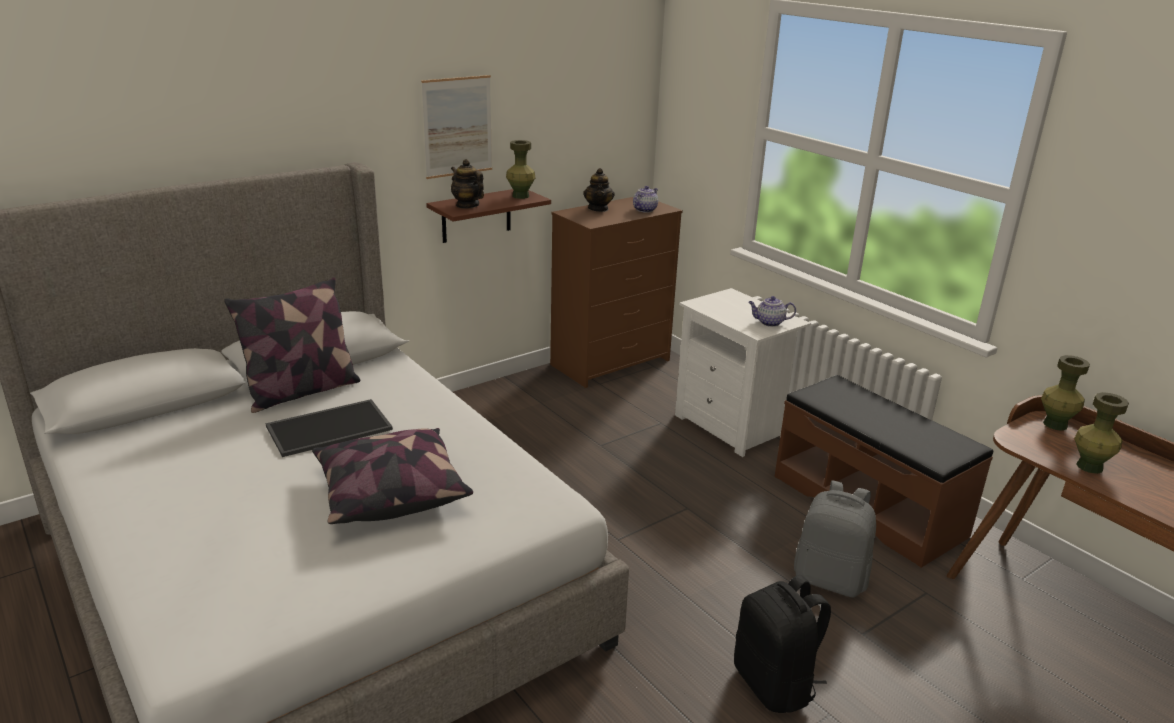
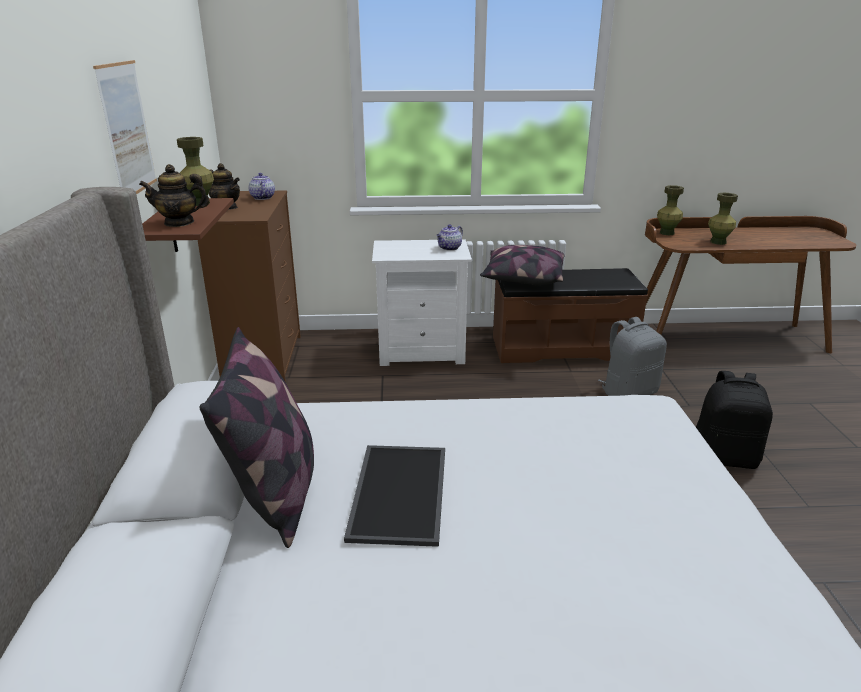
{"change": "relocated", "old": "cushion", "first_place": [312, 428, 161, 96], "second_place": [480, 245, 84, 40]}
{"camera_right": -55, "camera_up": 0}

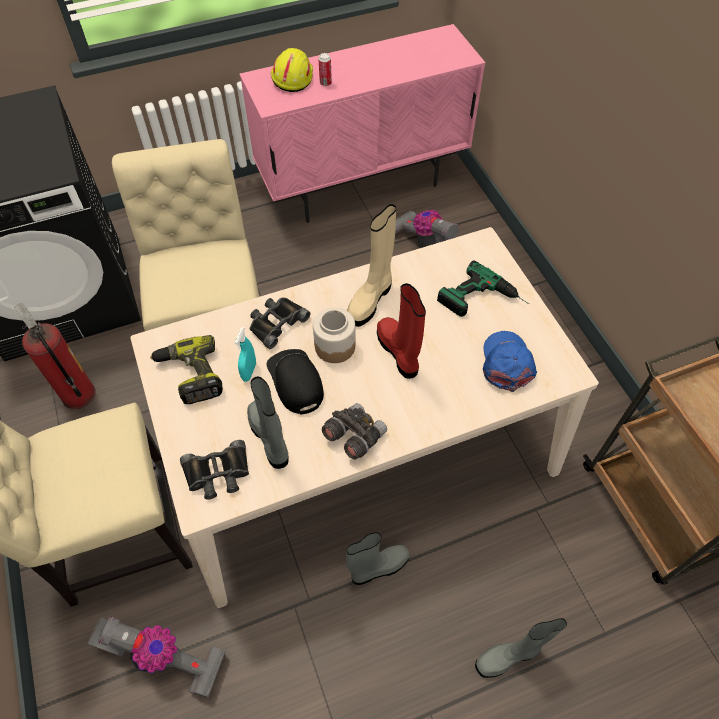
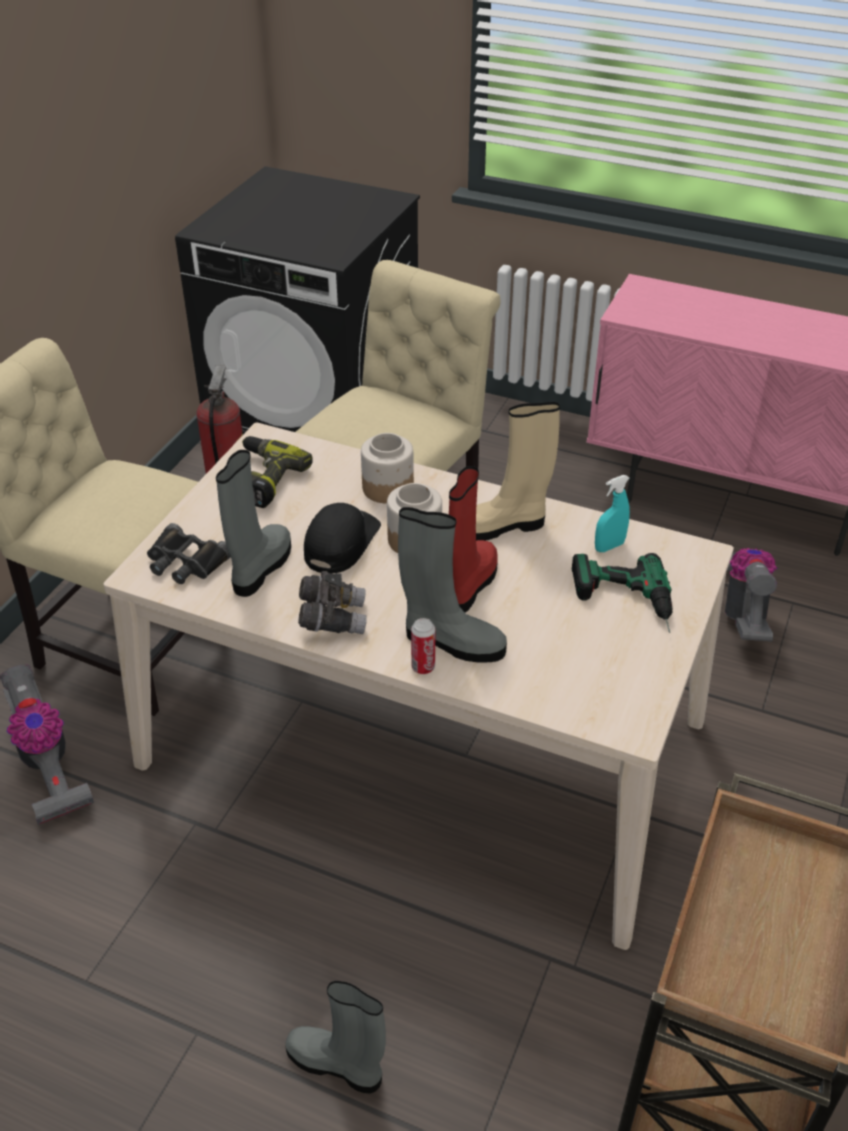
{"change": "relocated", "old": "blue-green spray bottle", "first_place": [235, 327, 21, 55], "second_place": [595, 475, 35, 77]}
{"change": "exchanged", "old": "blackish field glasses", "new": "jar", "first_place": [250, 297, 60, 52], "second_place": [361, 433, 53, 71]}
{"change": "missing", "old": "yellow safety helmet", "first_place": [271, 48, 42, 44]}
{"change": "relocated", "old": "can", "first_place": [319, 53, 13, 33], "second_place": [411, 618, 24, 56]}
{"change": "relocated", "old": "gray boot", "first_place": [346, 532, 64, 53], "second_place": [398, 507, 109, 155]}
{"change": "missing", "old": "blue cap", "first_place": [483, 331, 54, 61]}
{"camera_right": 45, "camera_up": -15}

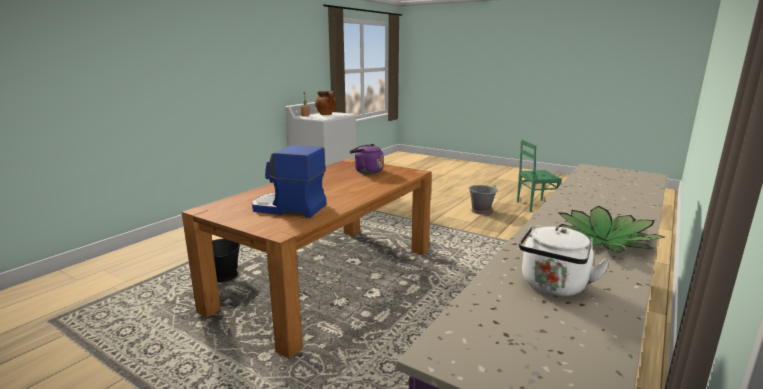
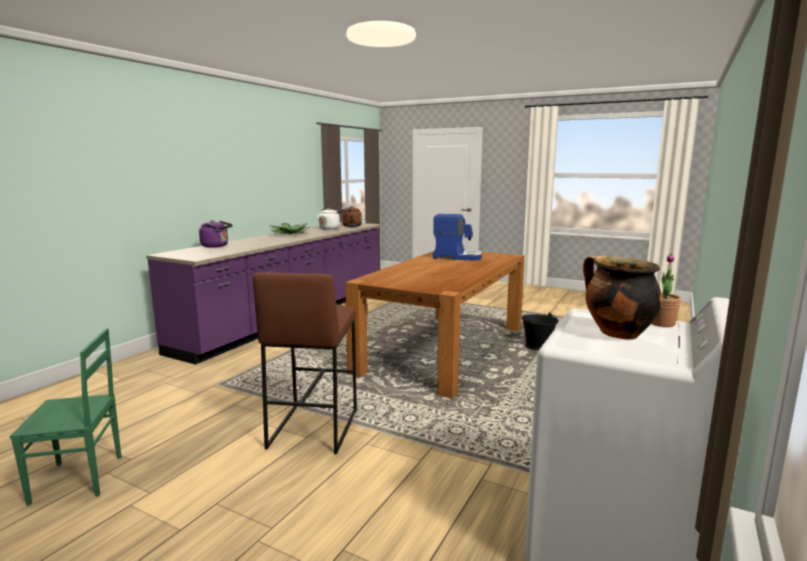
{"change": "relocated", "old": "purple kettle", "first_place": [350, 144, 34, 30], "second_place": [199, 220, 33, 28]}
{"change": "missing", "old": "gray pail", "first_place": [469, 185, 29, 30]}
{"change": "appeared", "new": "brownish sitting stool", "second_place": [253, 273, 104, 181]}
{"change": "appeared", "new": "brownish kettle", "second_place": [340, 207, 22, 20]}
{"camera_right": 175, "camera_up": -5}

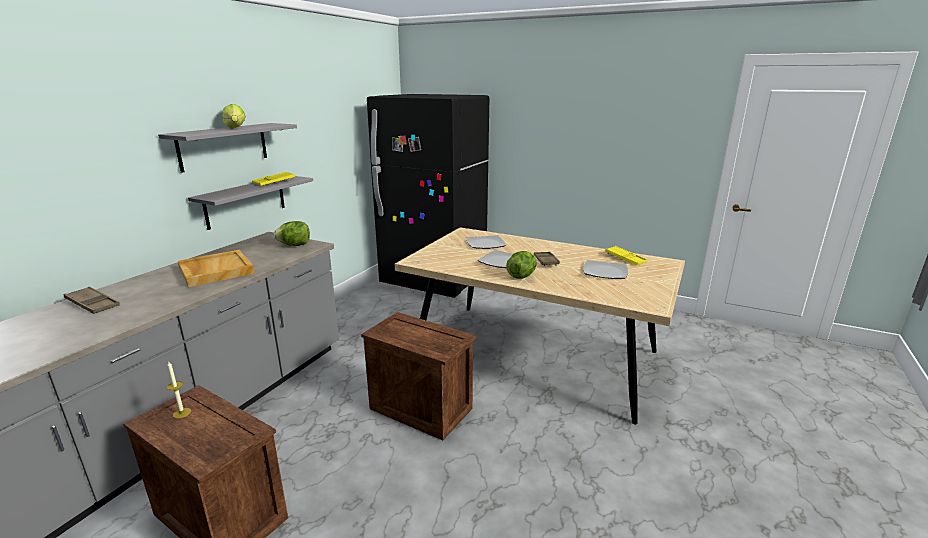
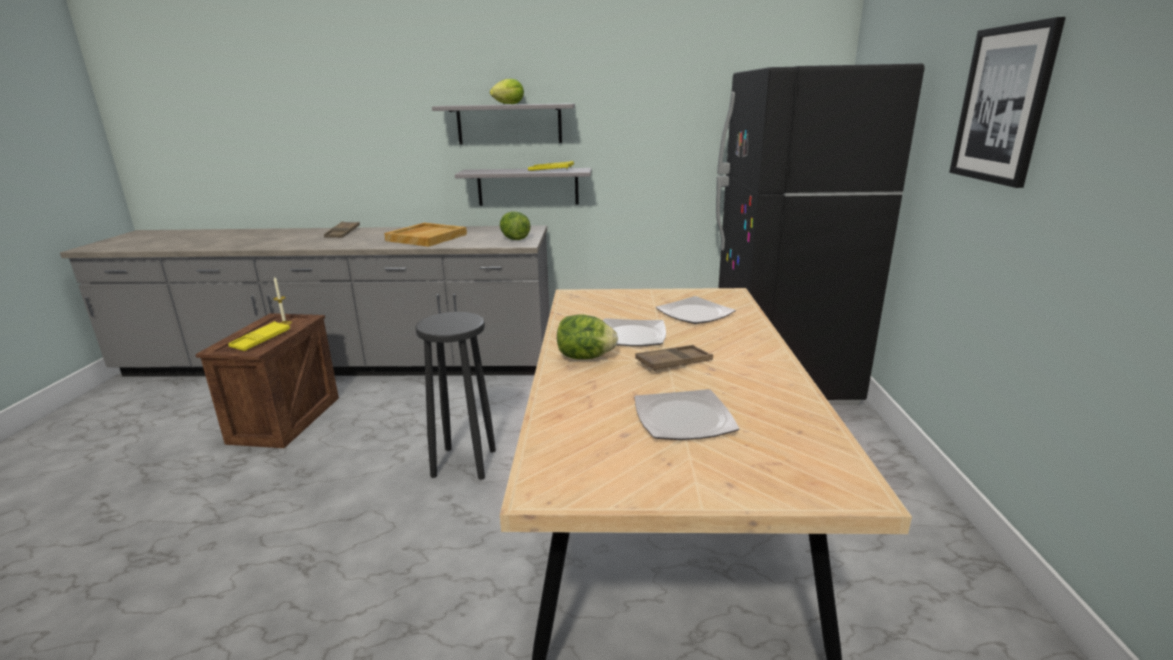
{"change": "exchanged", "old": "packing crate", "new": "blackish sitting stool", "first_place": [361, 312, 116, 128], "second_place": [415, 312, 81, 168]}
{"change": "relocated", "old": "yellow serving tray", "first_place": [605, 246, 43, 19], "second_place": [228, 321, 62, 30]}
{"change": "appeared", "new": "picture", "second_place": [949, 17, 117, 171]}
{"camera_right": 65, "camera_up": 0}

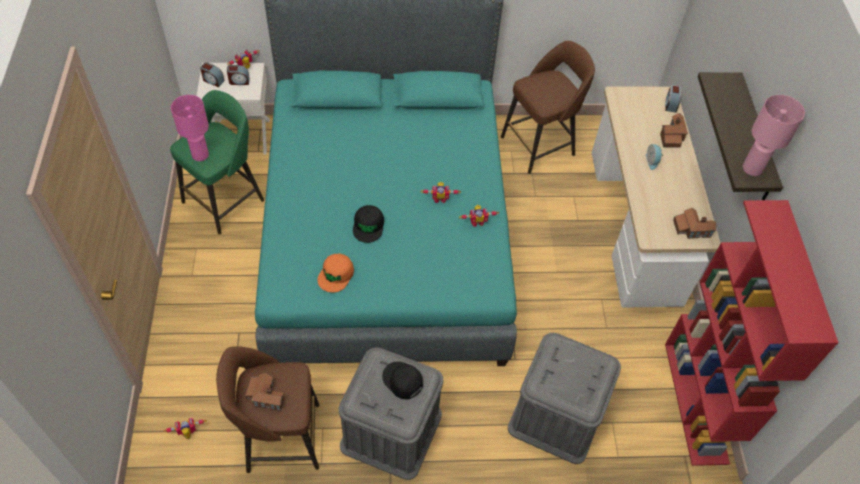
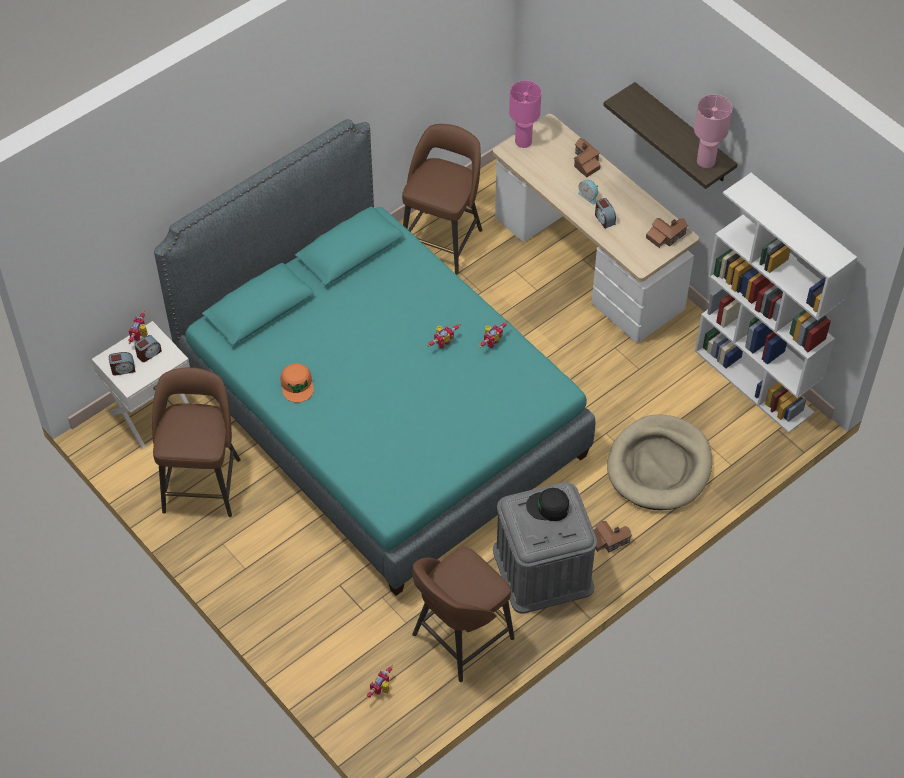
{"change": "colour", "old": "green sitting stool", "new": "brownish sitting stool", "first_place": [170, 90, 94, 144], "second_place": [152, 367, 88, 150]}
{"change": "relocated", "old": "pink-coloured tabletop lamp", "first_place": [171, 95, 38, 66], "second_place": [509, 81, 32, 67]}
{"change": "relocated", "old": "miniature house", "first_place": [245, 373, 39, 38], "second_place": [594, 521, 38, 31]}
{"change": "relocated", "old": "orange-coloured cap", "first_place": [317, 253, 37, 40], "second_place": [280, 363, 34, 40]}
{"change": "missing", "old": "blackish cap", "first_place": [353, 205, 31, 38]}
{"change": "exchanged", "old": "gray storage box", "new": "sand-coloured dog cushion", "first_place": [508, 333, 113, 131], "second_place": [607, 414, 105, 96]}
{"change": "relocated", "old": "alarm clock", "first_place": [665, 85, 16, 28], "second_place": [595, 198, 21, 31]}
{"change": "colour", "old": "reddish shelving unit", "new": "whitish shelving unit", "first_place": [665, 200, 174, 266], "second_place": [695, 173, 162, 260]}
{"camera_right": -35, "camera_up": 0}

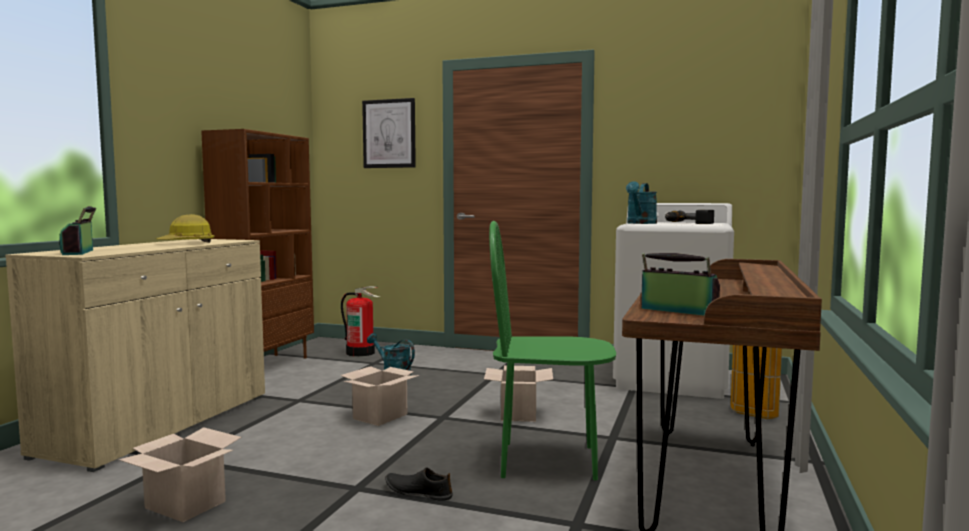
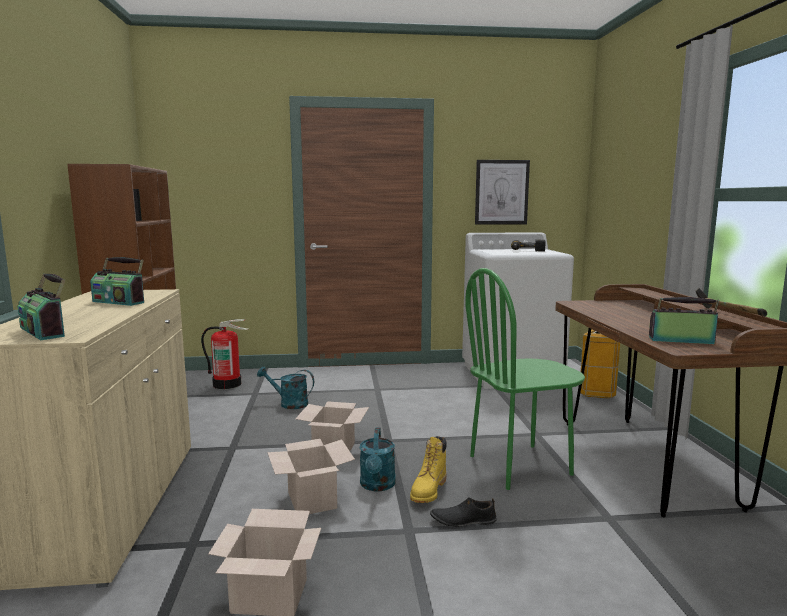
{"change": "exchanged", "old": "safety helmet", "new": "radio set", "first_place": [156, 214, 58, 29], "second_place": [90, 257, 54, 49]}
{"change": "relocated", "old": "picture", "first_place": [362, 98, 54, 70], "second_place": [475, 160, 55, 65]}
{"change": "relocated", "old": "cardboard box", "first_place": [484, 366, 69, 56], "second_place": [268, 439, 87, 75]}
{"change": "relocated", "old": "blue-green watering can", "first_place": [626, 181, 31, 43], "second_place": [360, 427, 36, 65]}
{"change": "appeared", "new": "yellow boot", "second_place": [410, 436, 37, 67]}
{"change": "appeared", "new": "hand hammer", "second_place": [695, 288, 72, 29]}
{"camera_right": -25, "camera_up": 5}

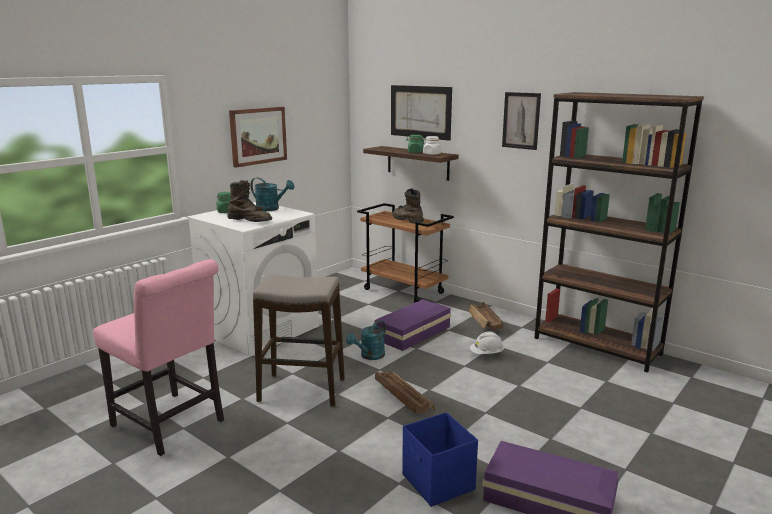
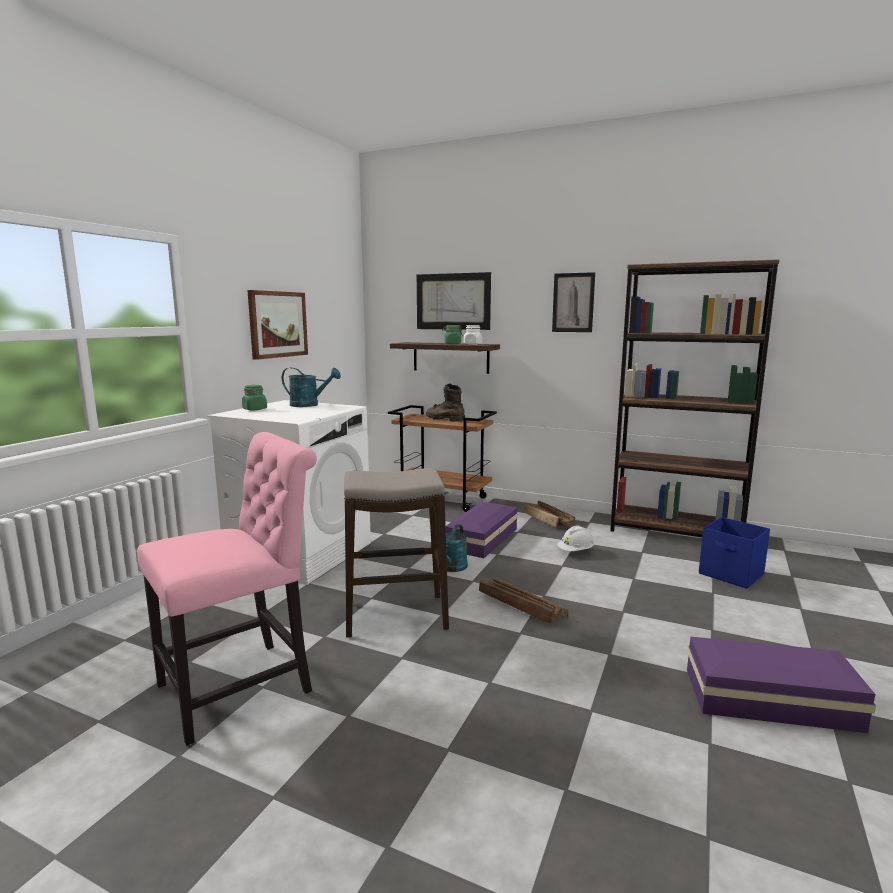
{"change": "spun", "old": "pink-coloured upright chair", "first_place": [93, 259, 131, 197], "second_place": [137, 432, 180, 314], "degrees": -60}
{"change": "missing", "old": "brownish boot", "first_place": [228, 180, 44, 42]}
{"change": "relocated", "old": "blue storage box", "first_place": [402, 412, 76, 95], "second_place": [699, 517, 71, 72]}
{"camera_right": -15, "camera_up": -5}

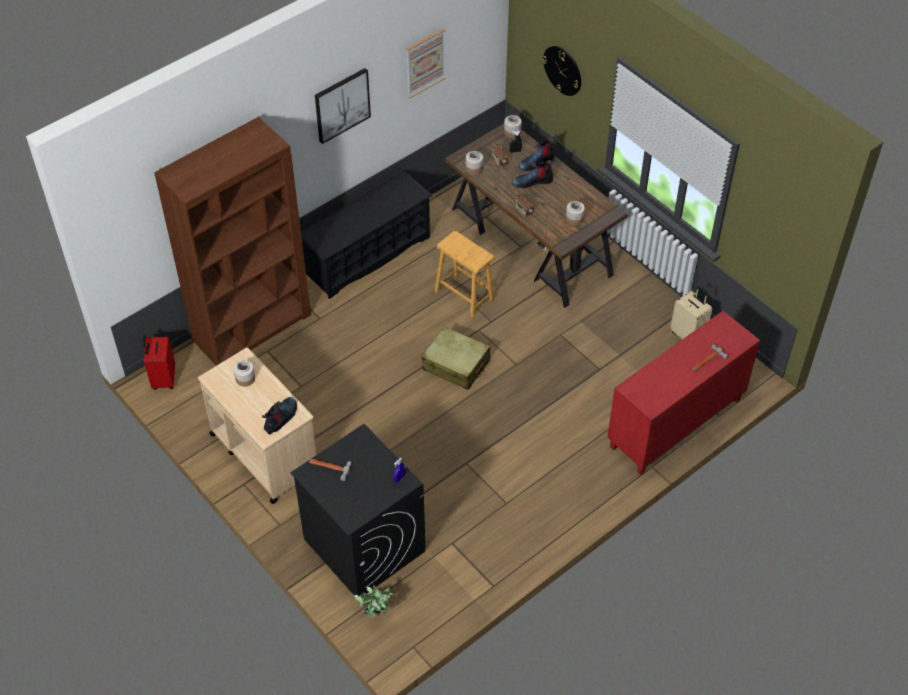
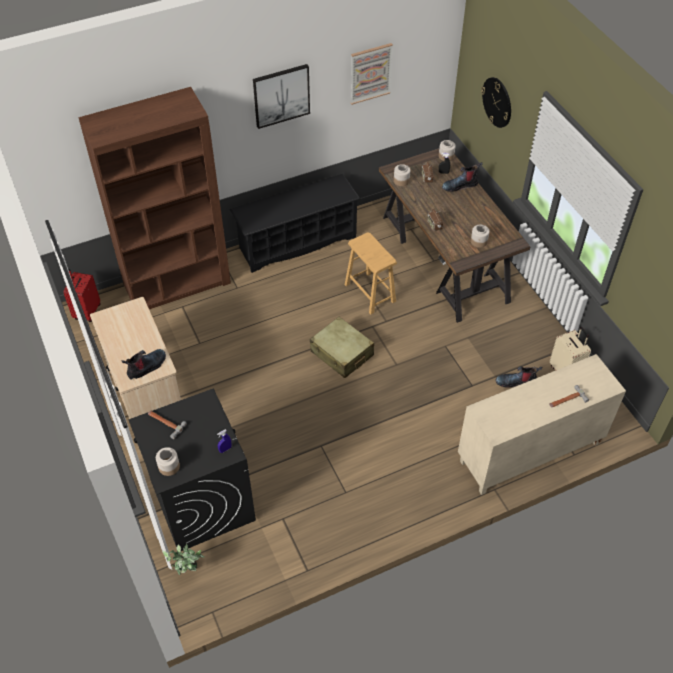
{"change": "relocated", "old": "jar", "first_place": [234, 360, 21, 27], "second_place": [156, 447, 24, 29]}
{"change": "relocated", "old": "boot", "first_place": [512, 158, 44, 30], "second_place": [495, 366, 47, 21]}
{"change": "colour", "old": "reddish cupboard", "new": "sand-coloured cupboard", "first_place": [607, 311, 153, 164], "second_place": [458, 354, 168, 141]}
{"camera_right": 15, "camera_up": 0}

